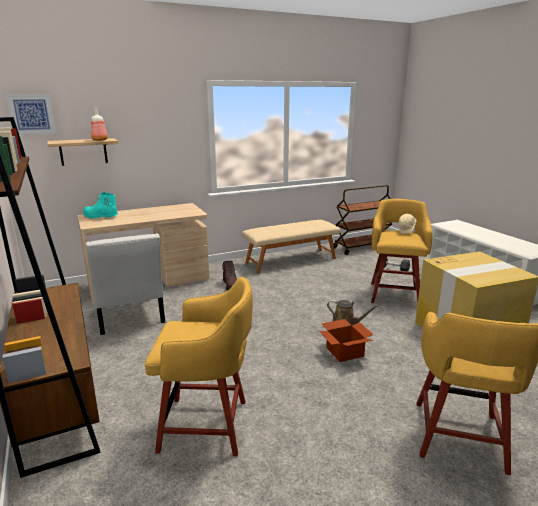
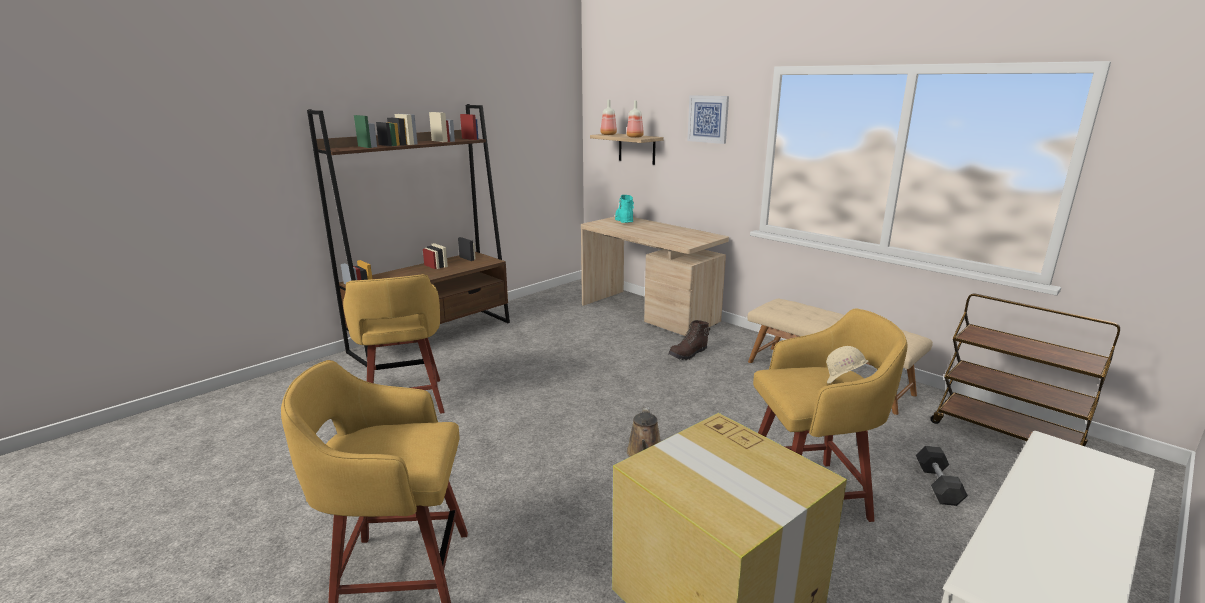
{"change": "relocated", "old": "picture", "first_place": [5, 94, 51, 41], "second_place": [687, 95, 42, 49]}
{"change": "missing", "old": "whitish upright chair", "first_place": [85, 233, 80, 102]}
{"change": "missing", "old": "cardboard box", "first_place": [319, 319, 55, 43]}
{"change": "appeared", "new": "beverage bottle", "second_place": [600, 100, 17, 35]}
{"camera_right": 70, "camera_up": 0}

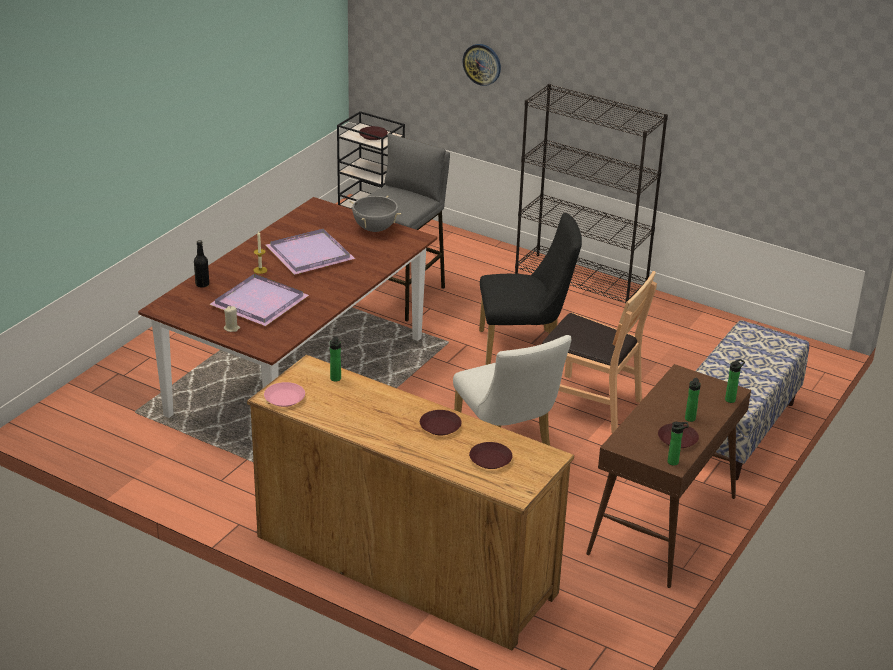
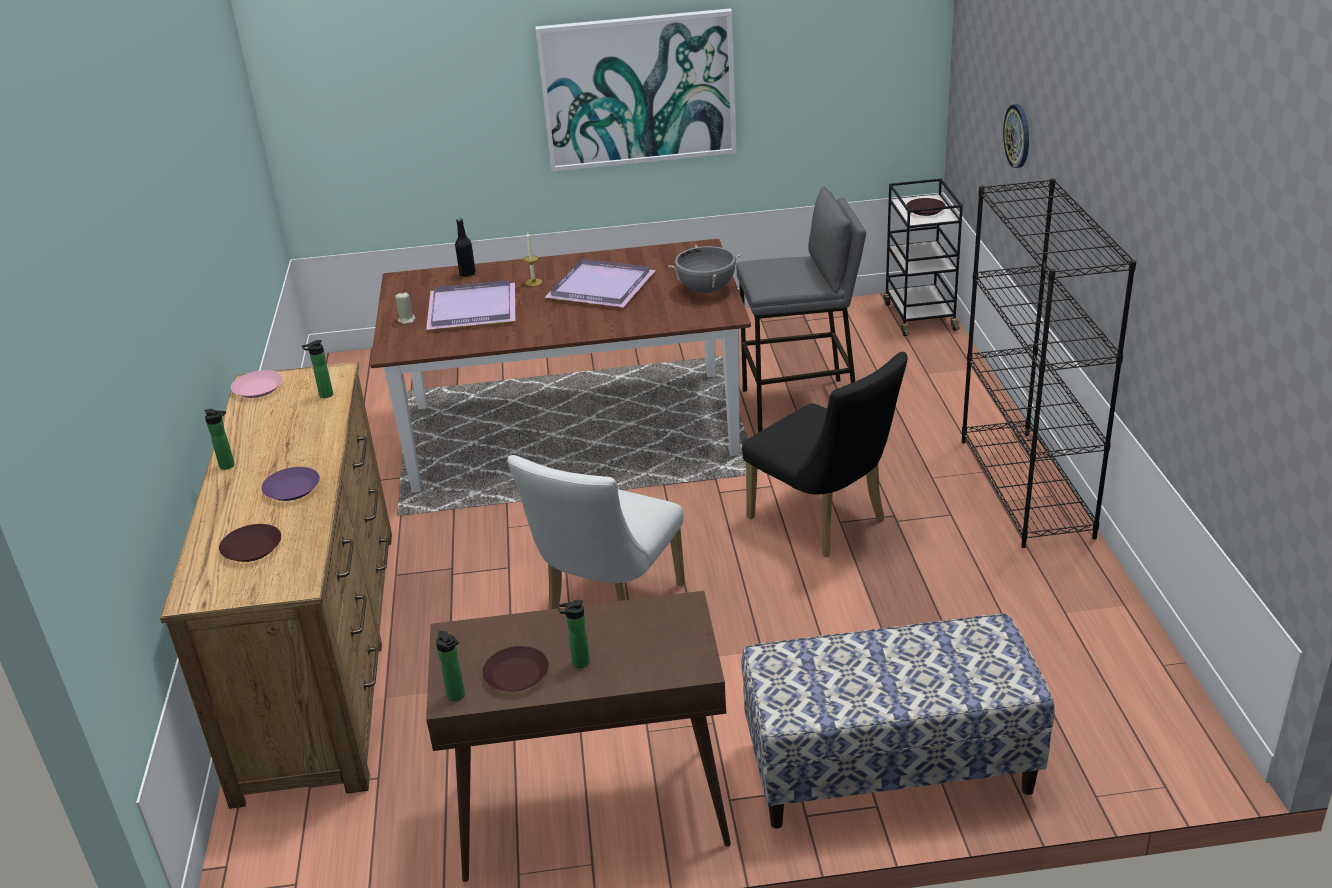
{"change": "colour", "old": "brownish plate", "new": "purple plate", "first_place": [420, 410, 42, 25], "second_place": [261, 467, 59, 34]}
{"change": "missing", "old": "brownish upright chair", "first_place": [542, 271, 115, 162]}
{"change": "relocated", "old": "beverage bottle", "first_place": [725, 359, 20, 44], "second_place": [204, 409, 30, 61]}
{"change": "appeared", "new": "picture", "second_place": [535, 9, 202, 163]}
{"camera_right": 55, "camera_up": 0}

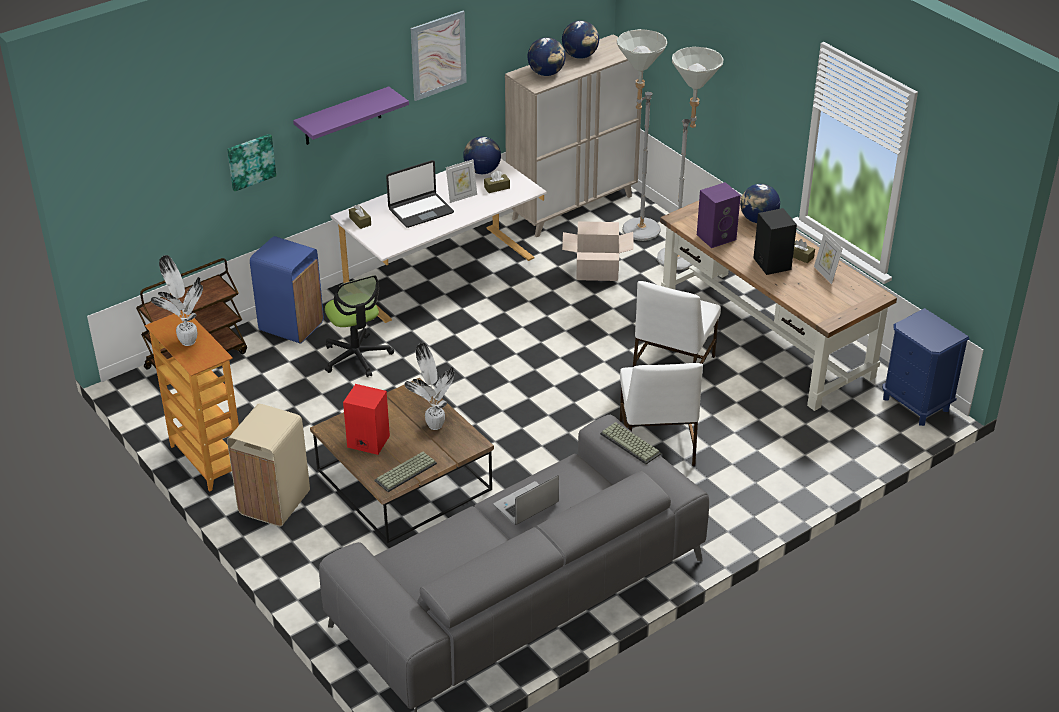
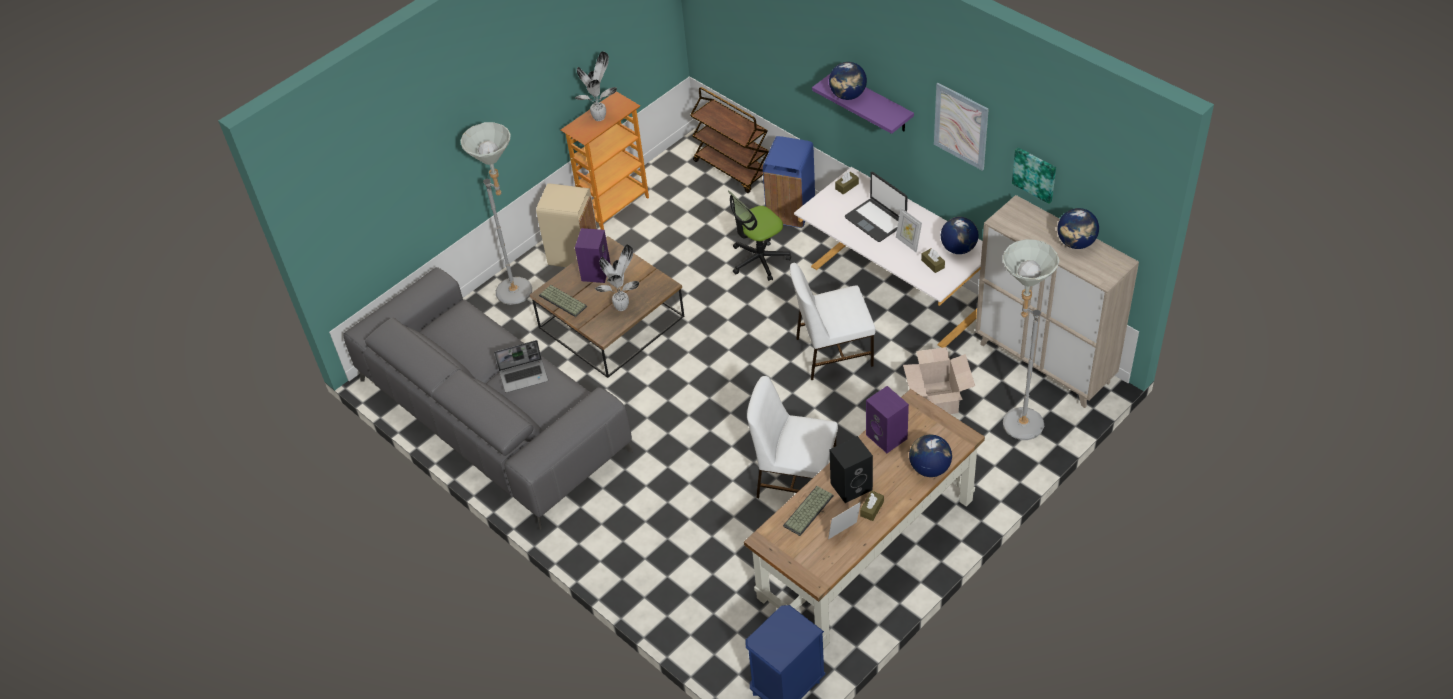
{"change": "relocated", "old": "picture", "first_place": [227, 134, 49, 57], "second_place": [1012, 147, 44, 57]}
{"change": "colour", "old": "reddish loudspeaker", "new": "purple loudspeaker", "first_place": [343, 384, 47, 71], "second_place": [575, 228, 36, 55]}
{"change": "spun", "old": "portable computer", "first_place": [493, 475, 66, 50], "second_place": [494, 340, 54, 53], "degrees": 120}
{"change": "relocated", "old": "globe", "first_place": [527, 37, 39, 39], "second_place": [829, 62, 38, 38]}
{"change": "relocated", "old": "keyboard", "first_place": [600, 422, 61, 42], "second_place": [783, 486, 51, 50]}
{"change": "relocated", "old": "whitish upright chair", "first_place": [619, 363, 84, 103], "second_place": [790, 263, 85, 117]}
{"change": "relocated", "old": "gray standard lamp", "first_place": [657, 47, 67, 223], "second_place": [460, 122, 72, 183]}
{"camera_right": 85, "camera_up": 10}

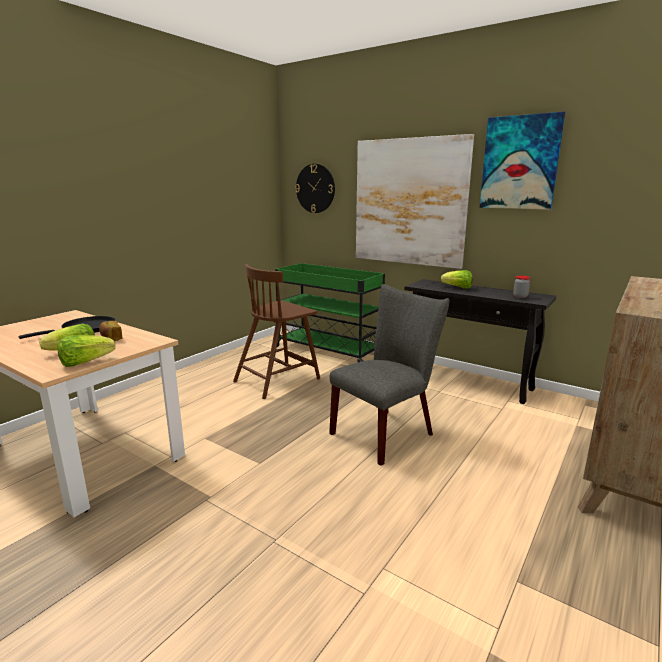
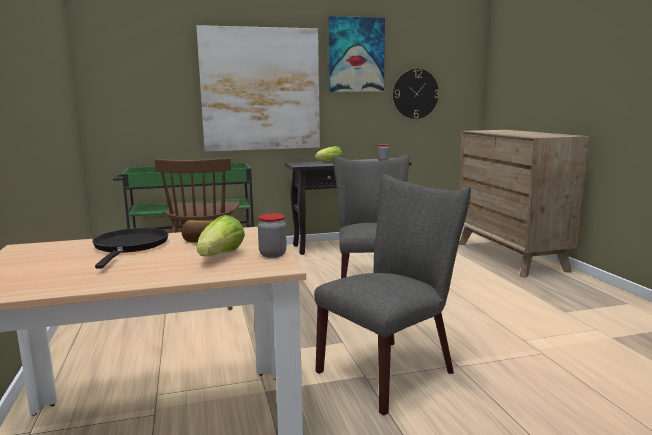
{"change": "exchanged", "old": "lettuce", "new": "jar", "first_place": [57, 335, 58, 32], "second_place": [258, 214, 29, 44]}
{"change": "relocated", "old": "hanging clock", "first_place": [295, 164, 40, 49], "second_place": [393, 69, 46, 50]}
{"change": "appeared", "new": "gray upright chair", "second_place": [314, 175, 157, 241]}
{"camera_right": -50, "camera_up": -5}

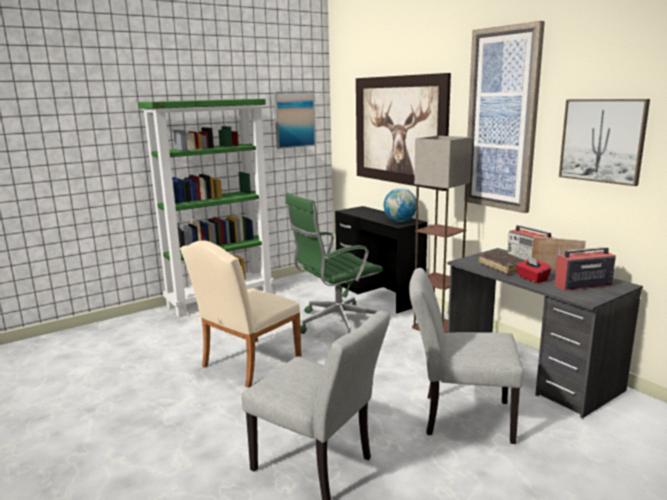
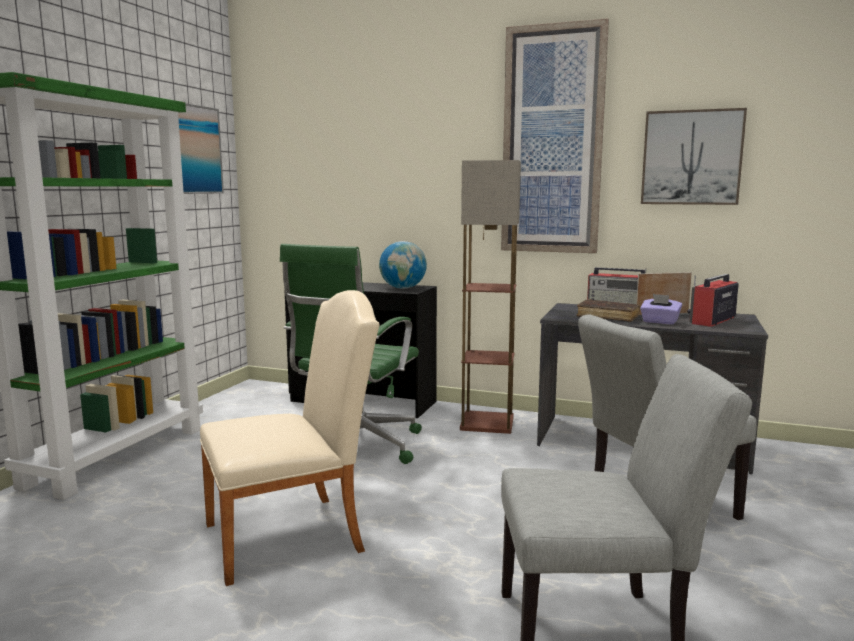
{"change": "spun", "old": "sand-coloured upright chair", "first_place": [180, 240, 121, 148], "second_place": [200, 290, 179, 296], "degrees": -120}
{"change": "missing", "old": "picture", "first_place": [356, 73, 95, 118]}
{"change": "colour", "old": "reddish tissue box", "new": "purple tissue box", "first_place": [516, 256, 36, 27], "second_place": [640, 294, 42, 31]}
{"camera_right": -35, "camera_up": -5}

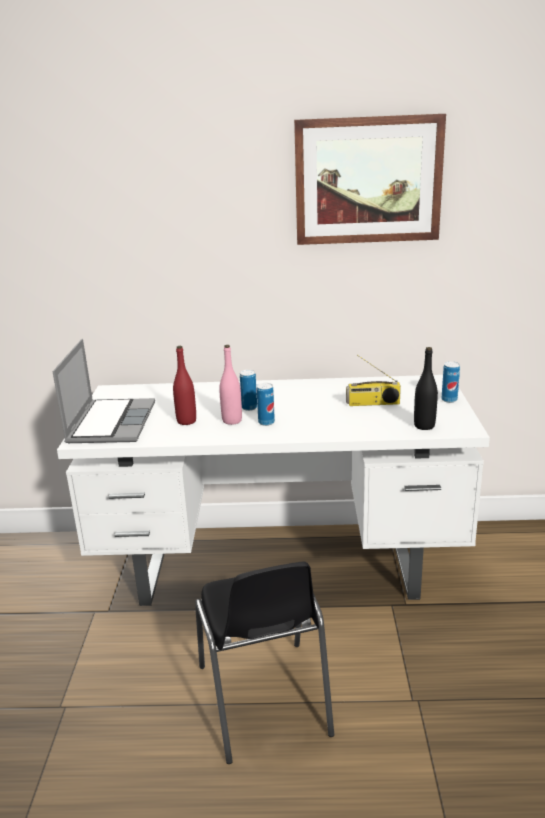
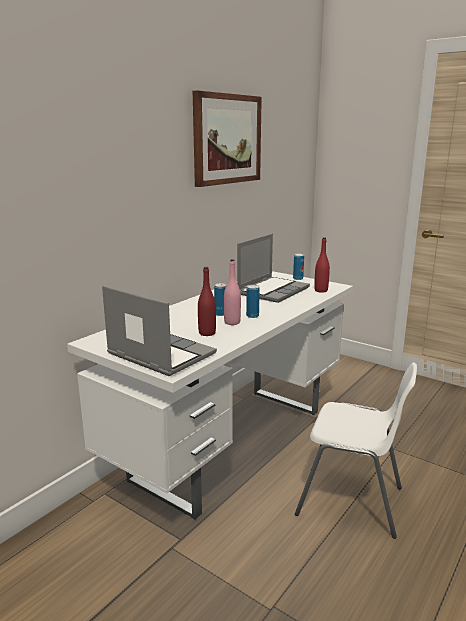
{"change": "colour", "old": "blackish upright chair", "new": "whitish upright chair", "first_place": [195, 561, 139, 203], "second_place": [295, 362, 122, 177]}
{"change": "exchanged", "old": "radio set", "new": "portable computer", "first_place": [346, 355, 55, 51], "second_place": [237, 234, 73, 69]}
{"change": "colour", "old": "blackish beverage bottle", "new": "reddish beverage bottle", "first_place": [414, 347, 24, 83], "second_place": [314, 237, 16, 56]}
{"camera_right": -55, "camera_up": -5}

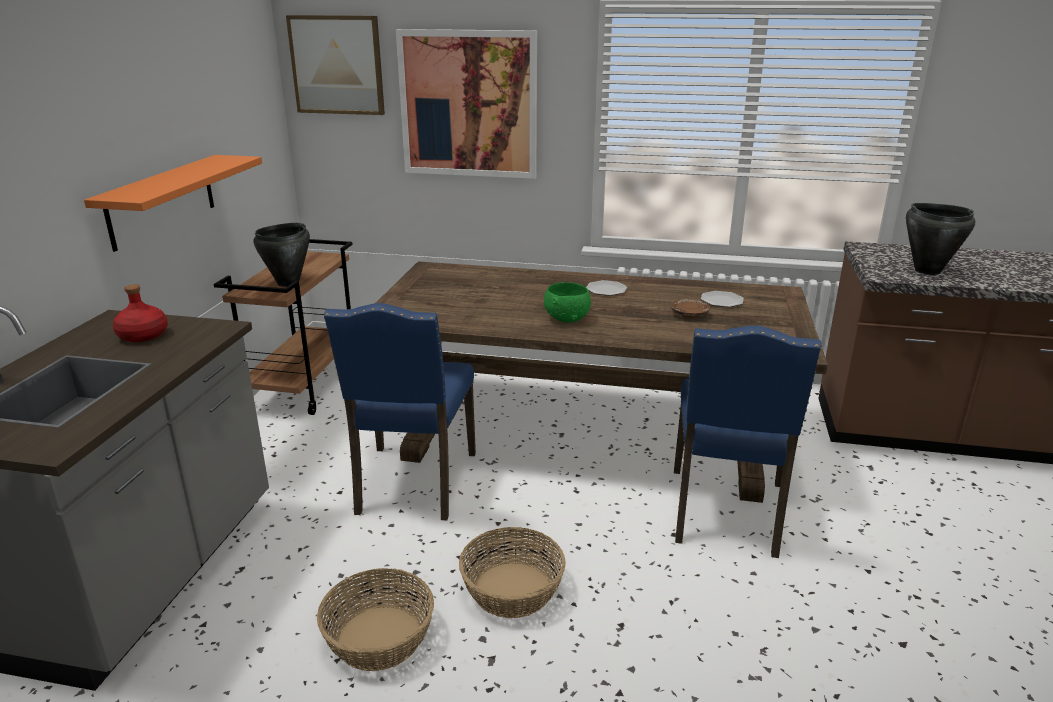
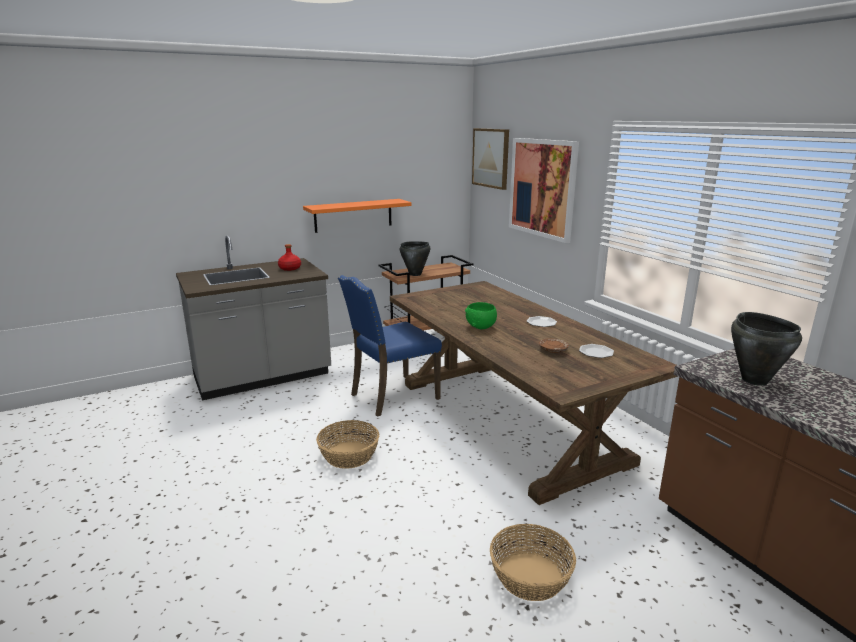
{"change": "relocated", "old": "household basket", "first_place": [317, 568, 117, 103], "second_place": [490, 524, 86, 77]}
{"change": "missing", "old": "blue upright chair", "first_place": [674, 326, 147, 232]}
{"camera_right": 50, "camera_up": -5}

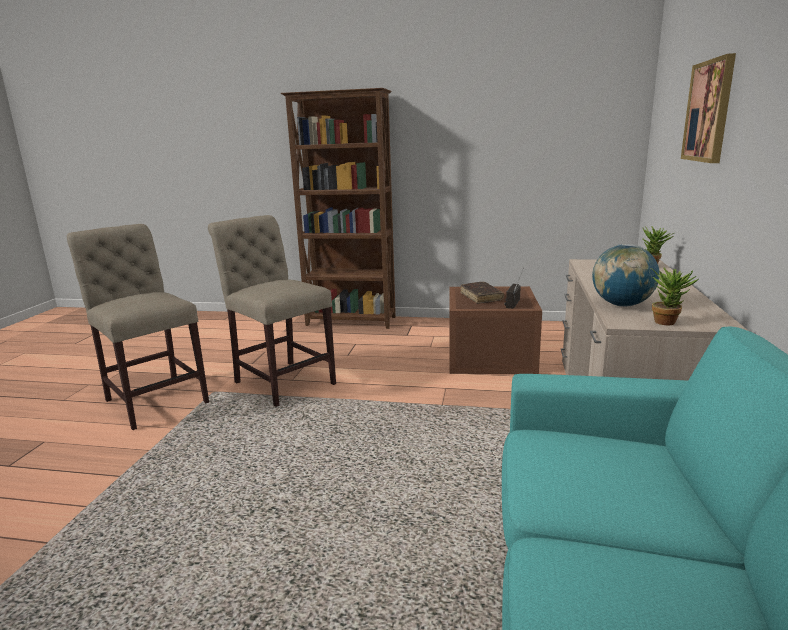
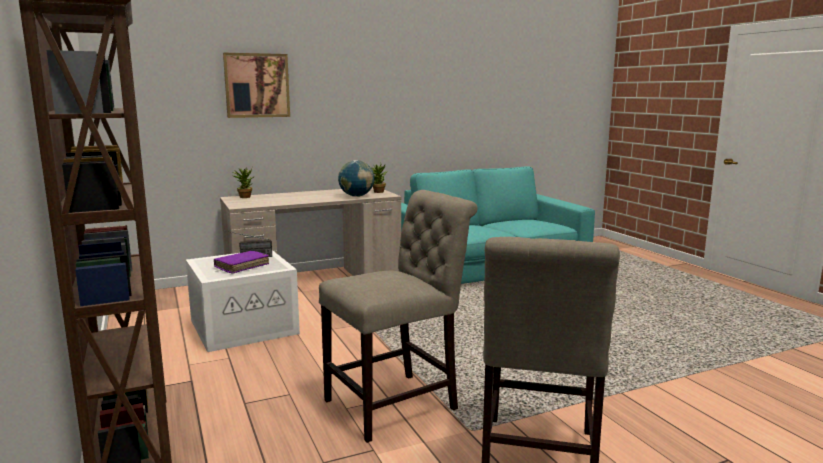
{"change": "spun", "old": "sand-coloured upright chair", "first_place": [208, 215, 128, 192], "second_place": [319, 190, 159, 253], "degrees": -135}
{"change": "colour", "old": "brownish storage box", "new": "whitish storage box", "first_place": [450, 286, 92, 88], "second_place": [186, 250, 114, 102]}
{"change": "colour", "old": "brownish book", "new": "purple book", "first_place": [460, 282, 44, 22], "second_place": [214, 251, 55, 23]}
{"camera_right": -125, "camera_up": -5}

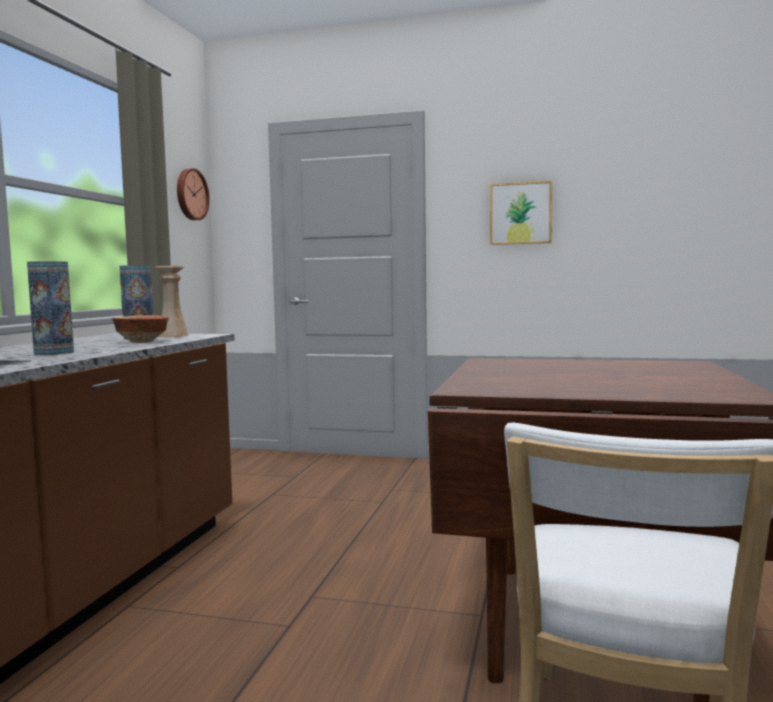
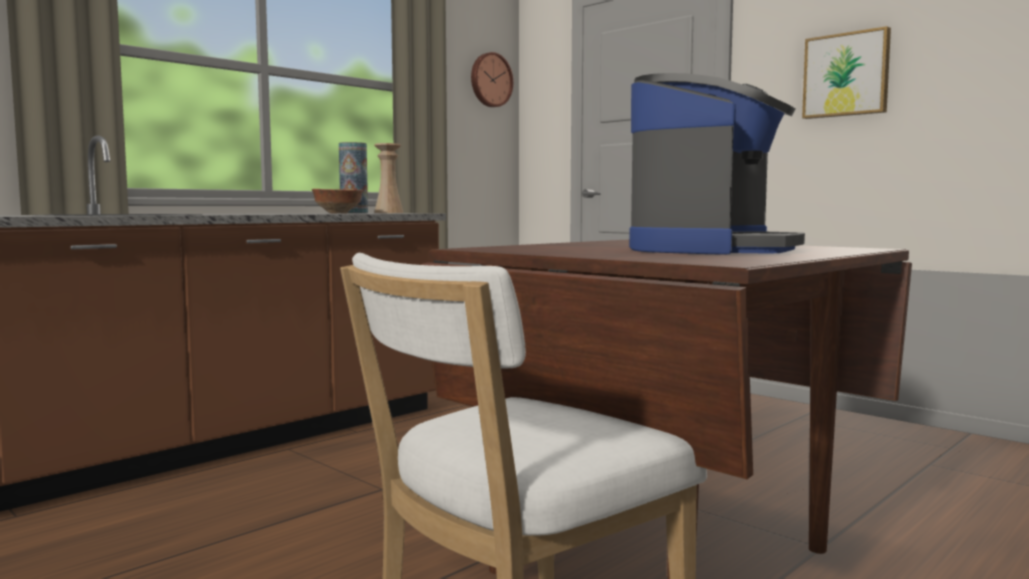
{"change": "missing", "old": "decorative vase", "first_place": [27, 261, 47, 94]}
{"change": "appeared", "new": "coffee machine", "second_place": [629, 73, 176, 182]}
{"camera_right": 30, "camera_up": 0}

